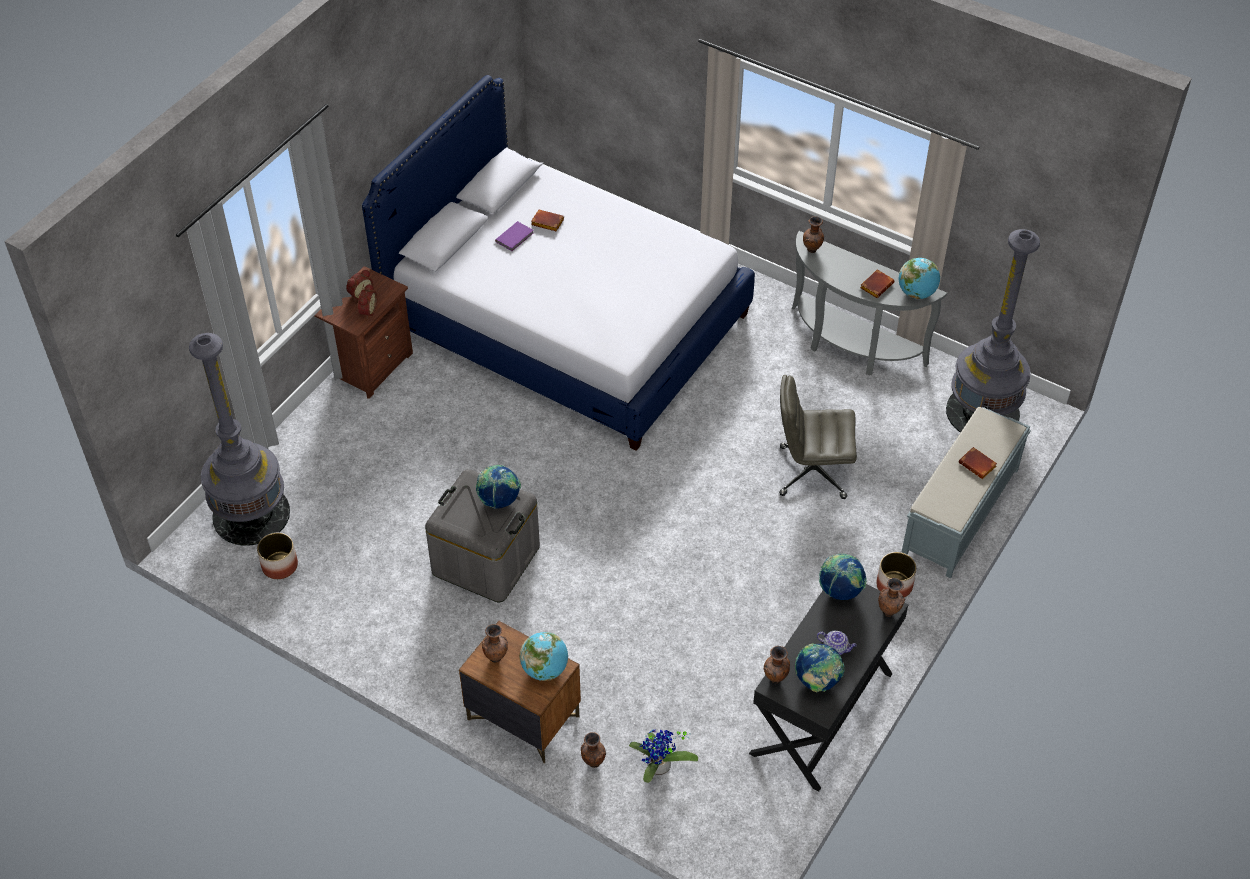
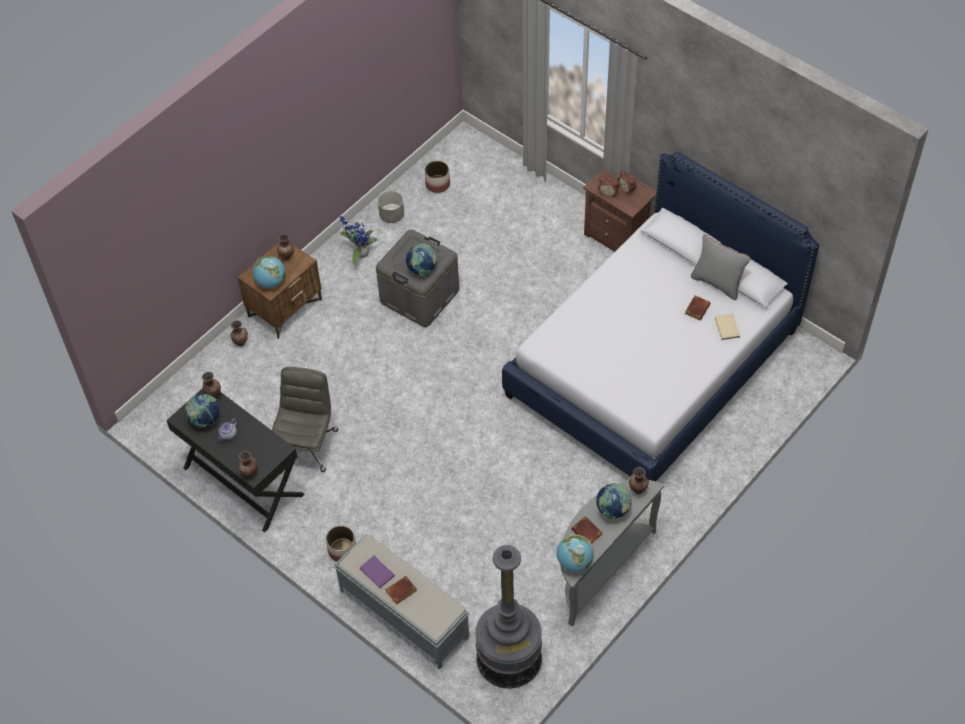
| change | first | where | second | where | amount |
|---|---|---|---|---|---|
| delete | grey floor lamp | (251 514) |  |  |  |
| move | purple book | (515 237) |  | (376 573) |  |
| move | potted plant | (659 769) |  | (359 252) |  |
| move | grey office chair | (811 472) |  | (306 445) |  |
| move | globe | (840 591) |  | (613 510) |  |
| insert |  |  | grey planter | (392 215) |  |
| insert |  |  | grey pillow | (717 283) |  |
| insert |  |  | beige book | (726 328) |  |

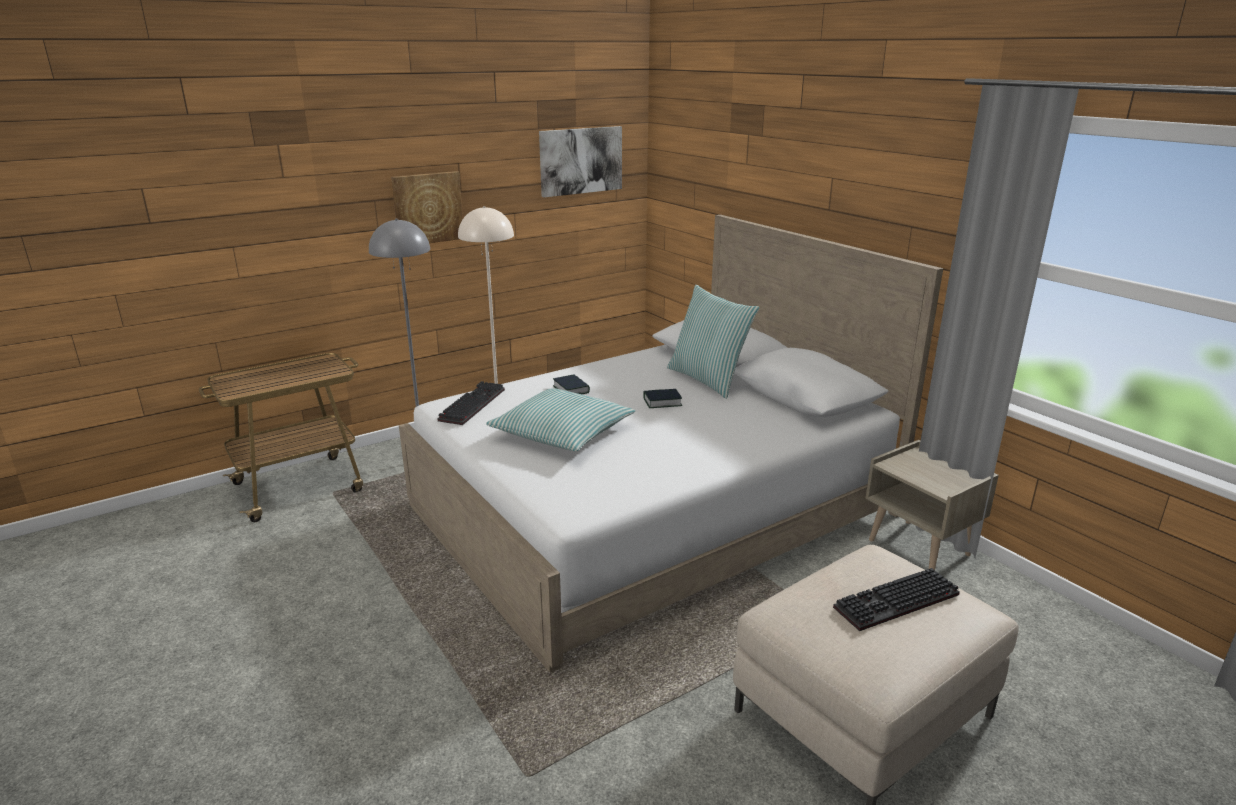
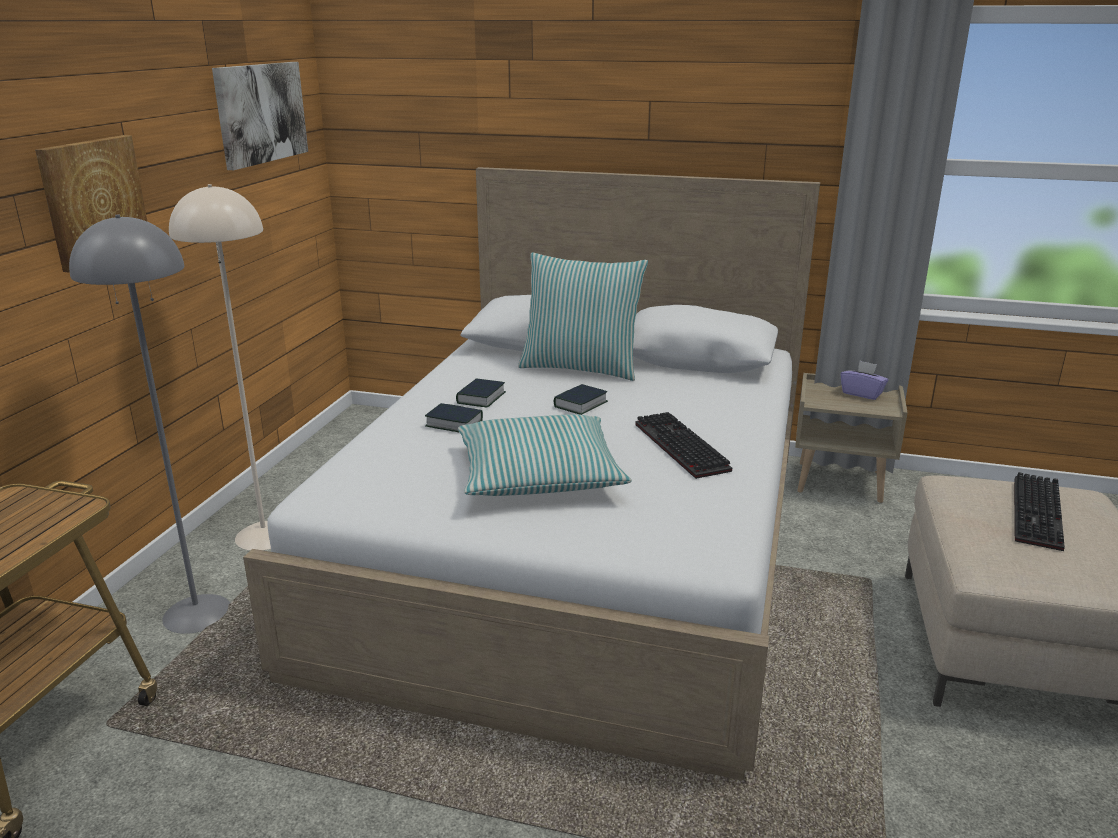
| change | first | where | second | where | amount |
|---|---|---|---|---|---|
| move | keyboard | (471 404) |  | (677 447) |  |
| insert |  |  | book | (481 398) |  |
| insert |  |  | purple tissue box | (862 393) |  |

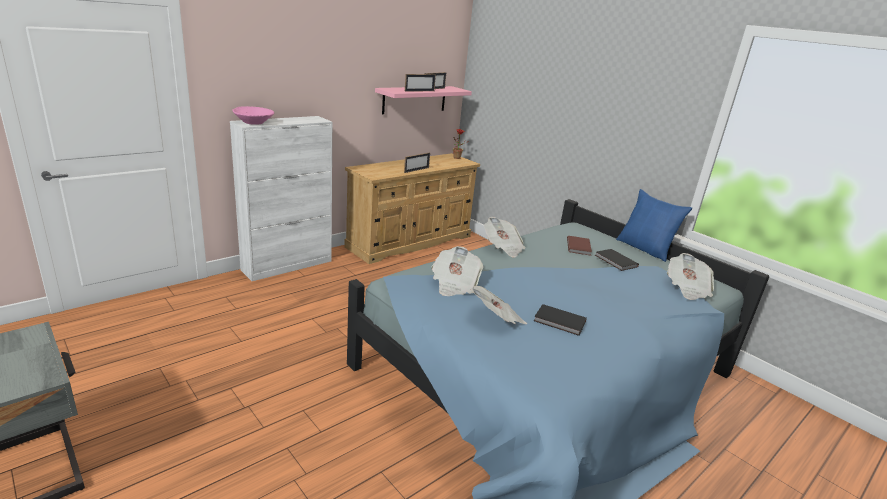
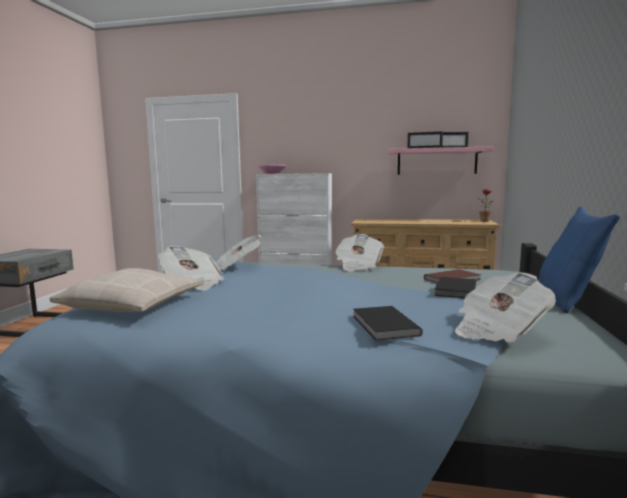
| change | first | where | second | where | amount |
|---|---|---|---|---|---|
| delete | picture frame | (416 170) |  |  |  |
| move | black book | (560 322) |  | (383 326) |  |
| insert |  |  | beige pillow | (134 305) |  |

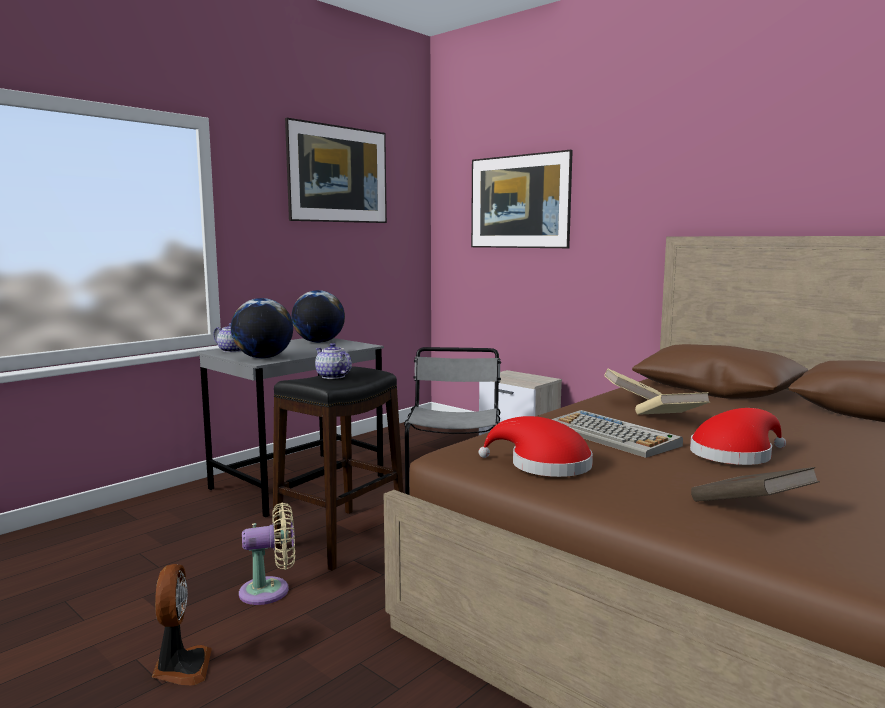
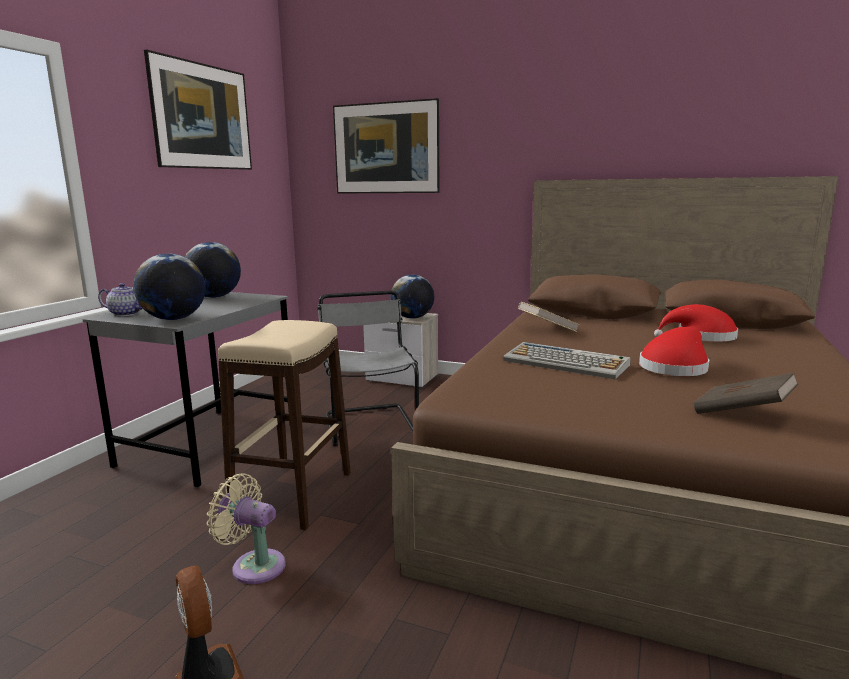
| change | first | where | second | where | amount |
|---|---|---|---|---|---|
| rotate | beige fan | (270 591) |  | (254 565) | 120 degrees counterclockwise |
| recolor | black stool | (341 538) | beige stool | (293 495) |  |
| delete | teapot | (333 376) |  |  |  |
| move | red hat | (543 465) |  | (701 337) |  |
| delete | beige book | (670 420) |  |  |  |
| insert |  |  | globe | (412 318) |  |

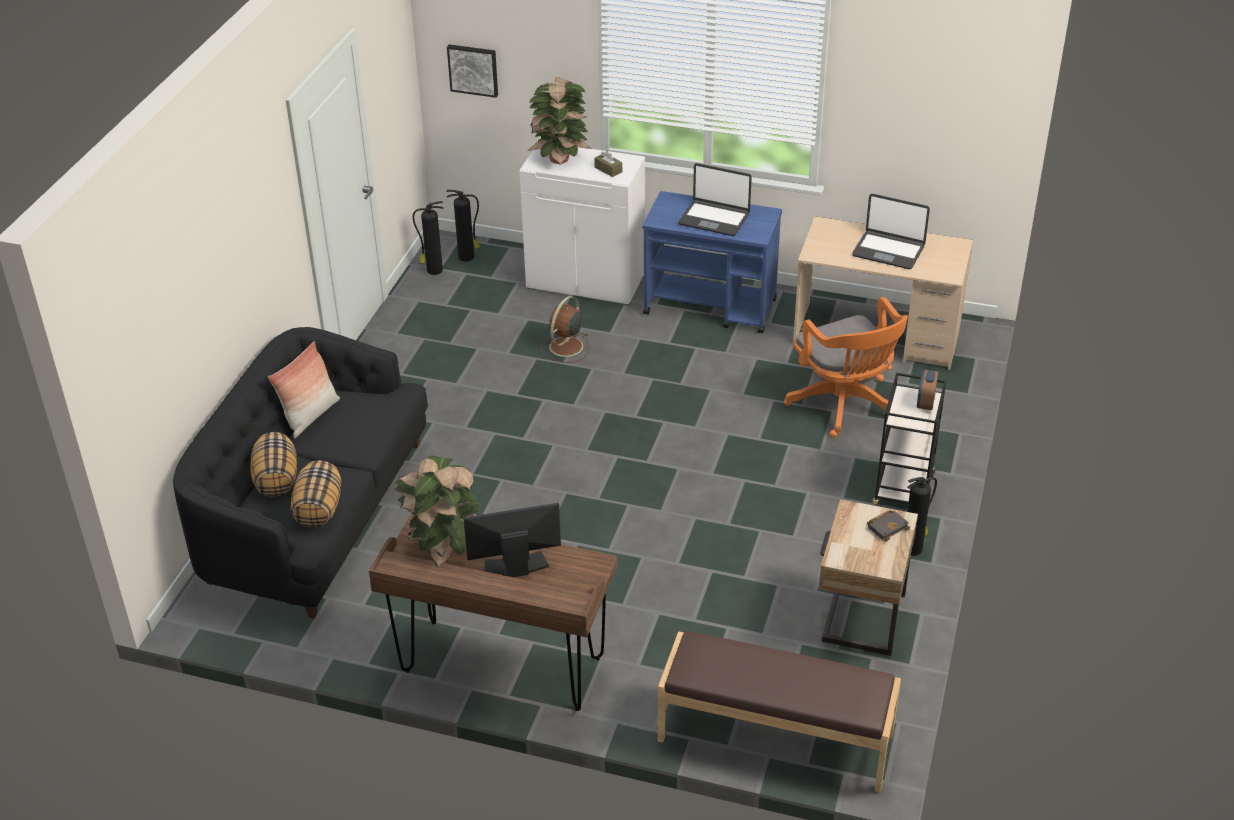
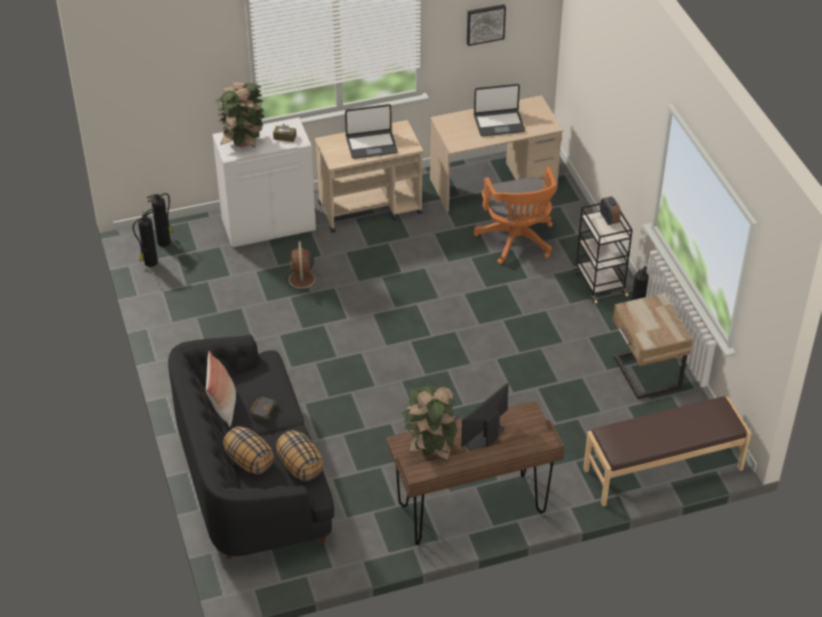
| change | first | where | second | where | amount |
|---|---|---|---|---|---|
| move | picture | (473 69) |  | (485 23) |  |
| recolor | blue cart | (711 307) | beige cart | (371 208) |  |
| rotate | orange office chair | (845 406) |  | (517 242) | 45 degrees clockwise |
| move | black book | (887 526) |  | (262 409) |  |

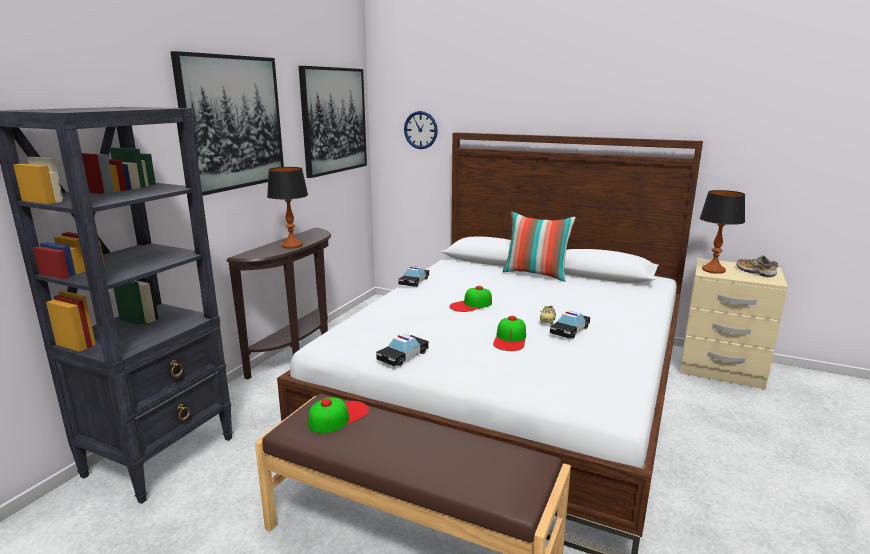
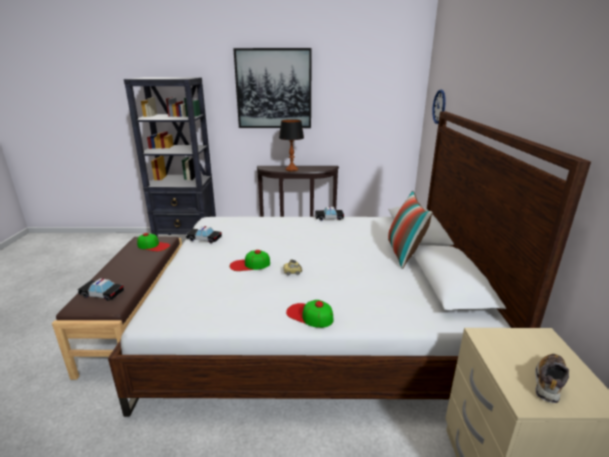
| change | first | where | second | where | amount |
|---|---|---|---|---|---|
| delete | picture | (334 120) |  |  |  |
| move | cap | (471 304) |  | (309 315) |  |
| move | toy car | (569 330) |  | (102 294) |  |
| delete | table lamp | (713 270) |  |  |  |

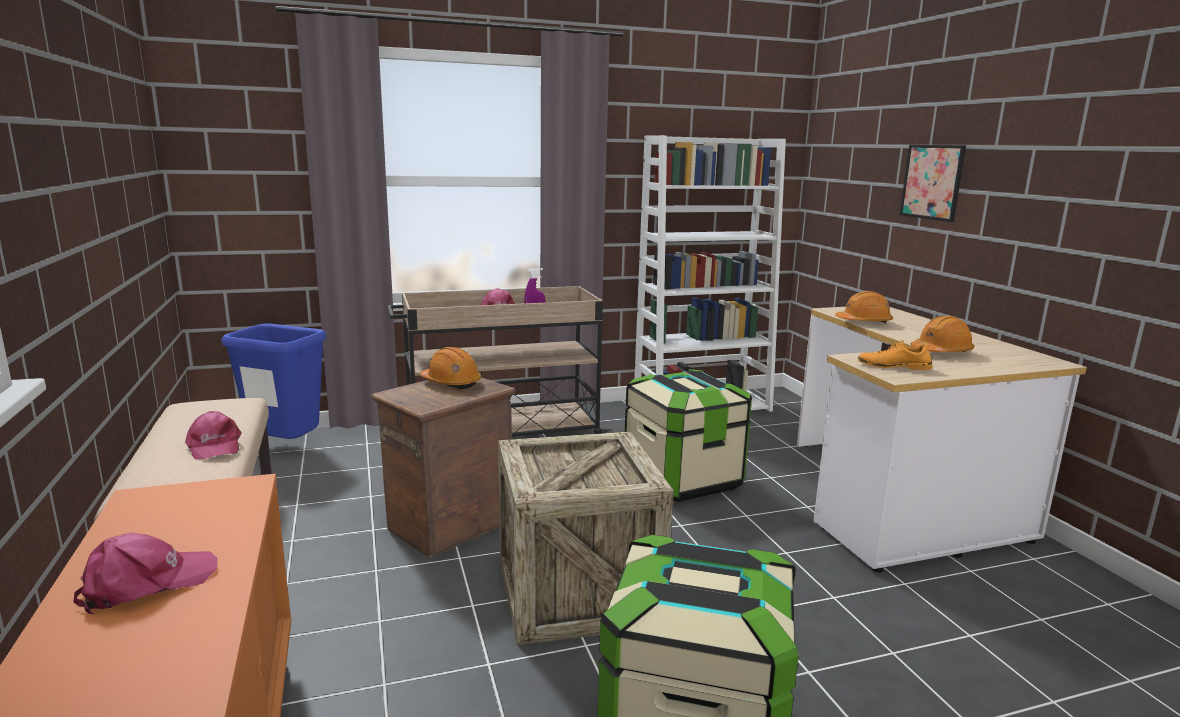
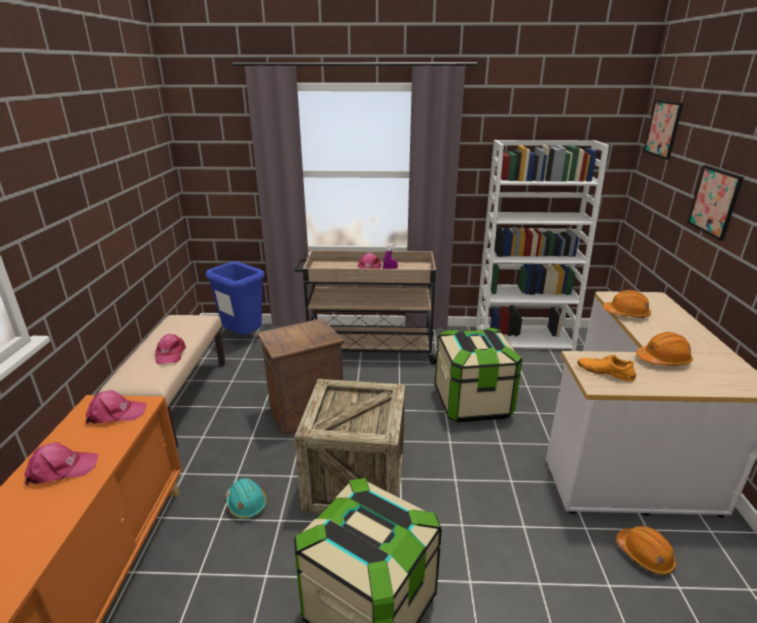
| change | first | where | second | where | amount |
|---|---|---|---|---|---|
| move | orange hard hat | (451 383) |  | (644 555) |  |
| insert |  |  | pink cap | (116 413) |  |
| insert |  |  | turquoise hard hat | (246 504) |  |
| insert |  |  | picture | (663 129) |  |

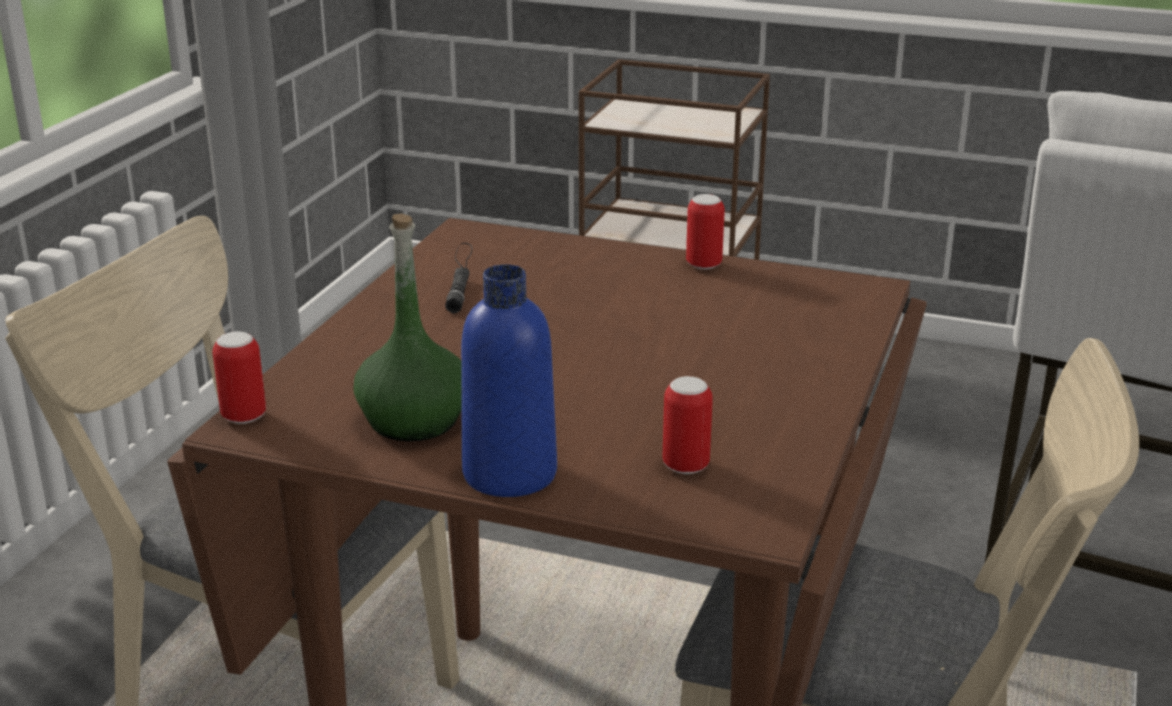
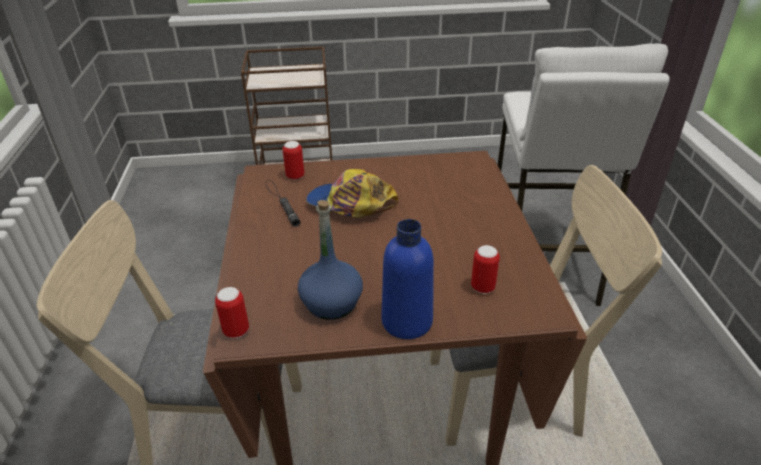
| change | first | where | second | where | amount |
|---|---|---|---|---|---|
| recolor | green bottle | (414 421) | blue bottle | (332 303) |  |
| move | can | (703 265) |  | (295 176) |  |
| insert |  |  | cap | (350 204) |  |

